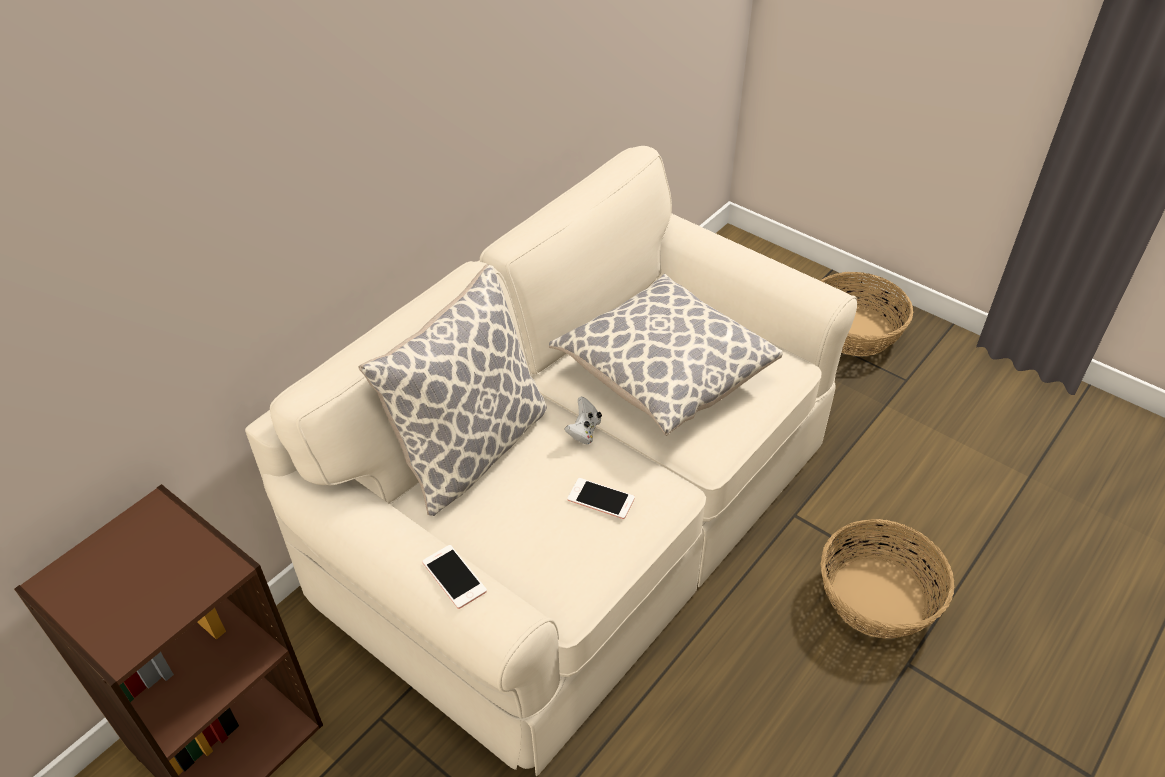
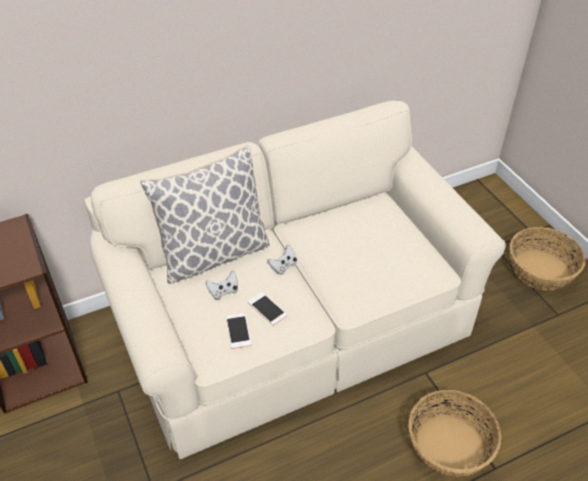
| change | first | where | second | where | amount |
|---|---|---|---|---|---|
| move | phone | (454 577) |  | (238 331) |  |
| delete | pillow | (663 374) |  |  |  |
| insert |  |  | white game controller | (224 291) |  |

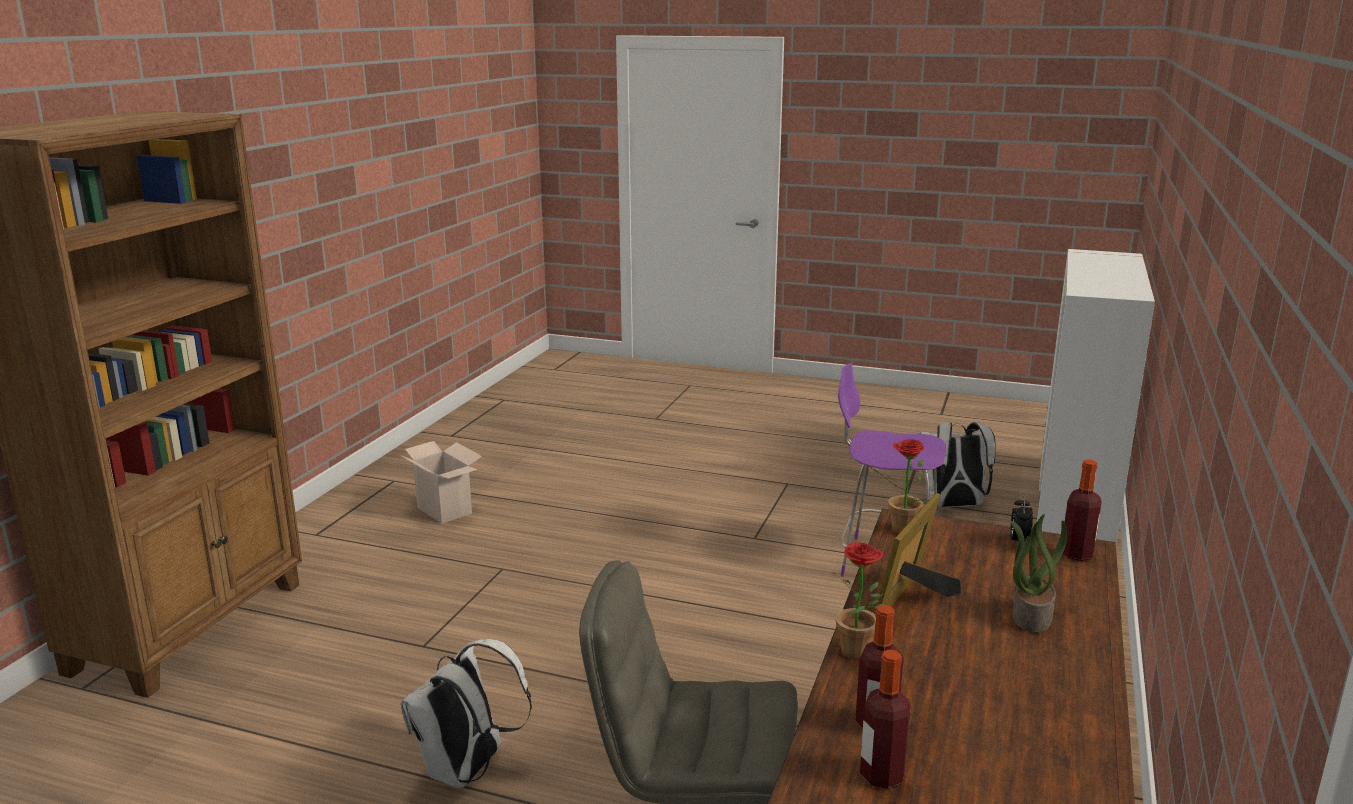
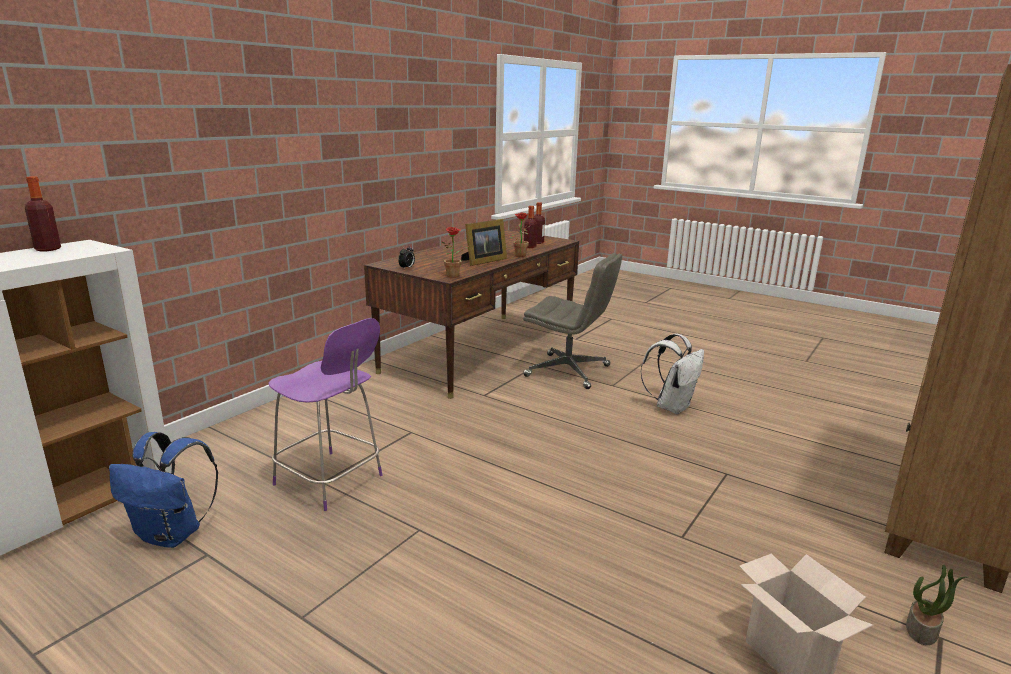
| change | first | where | second | where | amount |
|---|---|---|---|---|---|
| recolor | white backpack | (953 505) | blue backpack | (172 534) |  |
| move | potted plant | (1030 616) |  | (922 630) |  |
| move | bottle | (1076 554) |  | (48 249) |  |

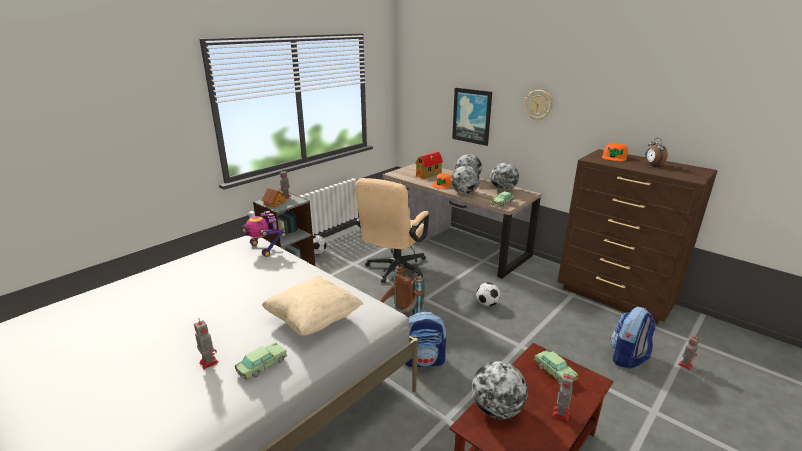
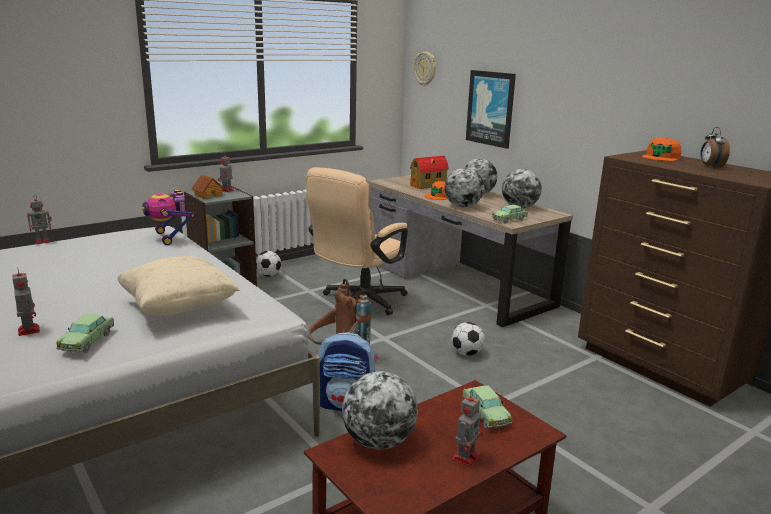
| change | first | where | second | where | amount |
|---|---|---|---|---|---|
| rotate | toy car | (262 366) |  | (87 341) | 135 degrees clockwise |
| move | wall clock | (538 105) |  | (425 68) |  |
| delete | backpack | (627 357) |  |  |  |
| move | toy robot | (685 365) |  | (43 241) |  |

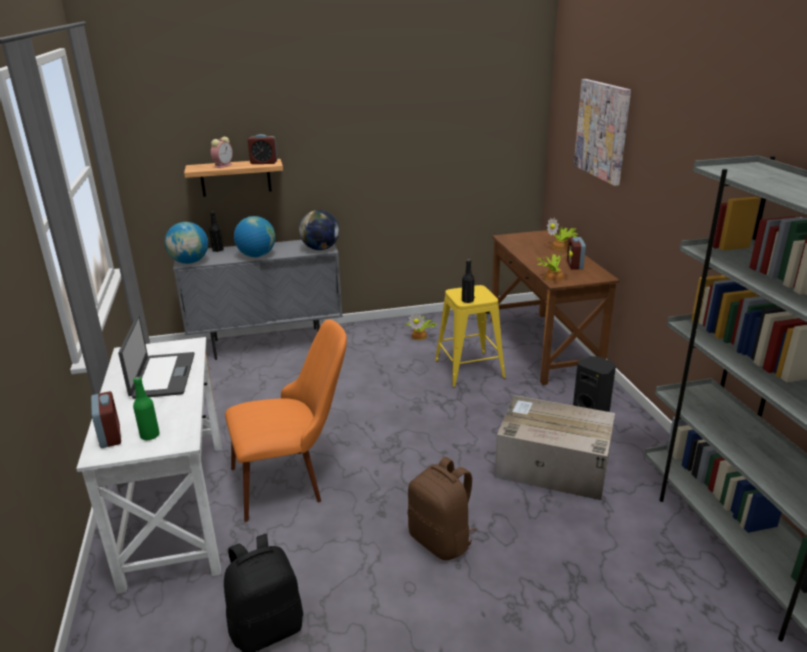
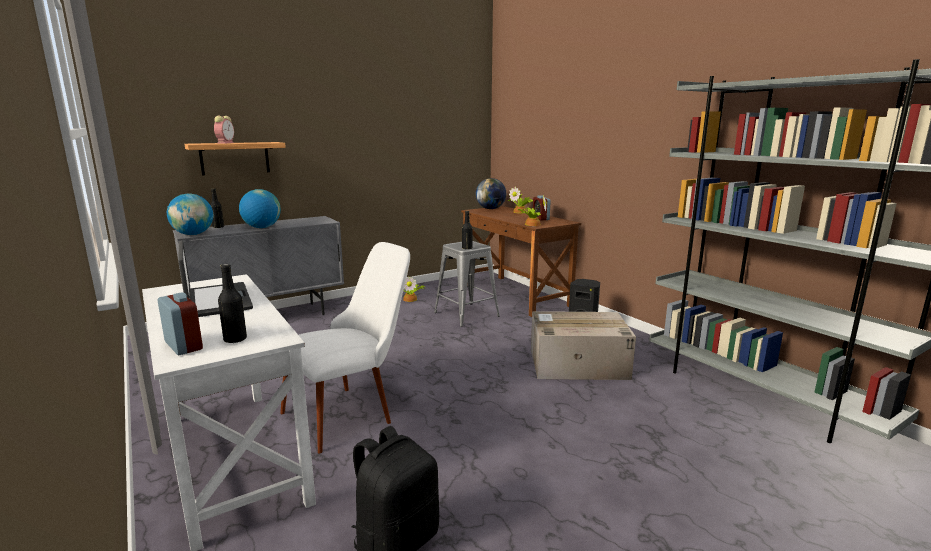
| change | first | where | second | where | amount |
|---|---|---|---|---|---|
| recolor | green bottle | (150 435) | black bottle | (235 339) |  |
| recolor | orange chair | (293 479) | white chair | (352 411) |  |
| delete | alarm clock | (264 163) |  |  |  |
| move | globe | (320 249) |  | (490 209) |  |
| delete | brown backpack | (441 540) |  |  |  |
| recolor | yellow stool | (469 369) | grey stool | (467 314) |  |
| delete | picture | (602 130) |  |  |  |

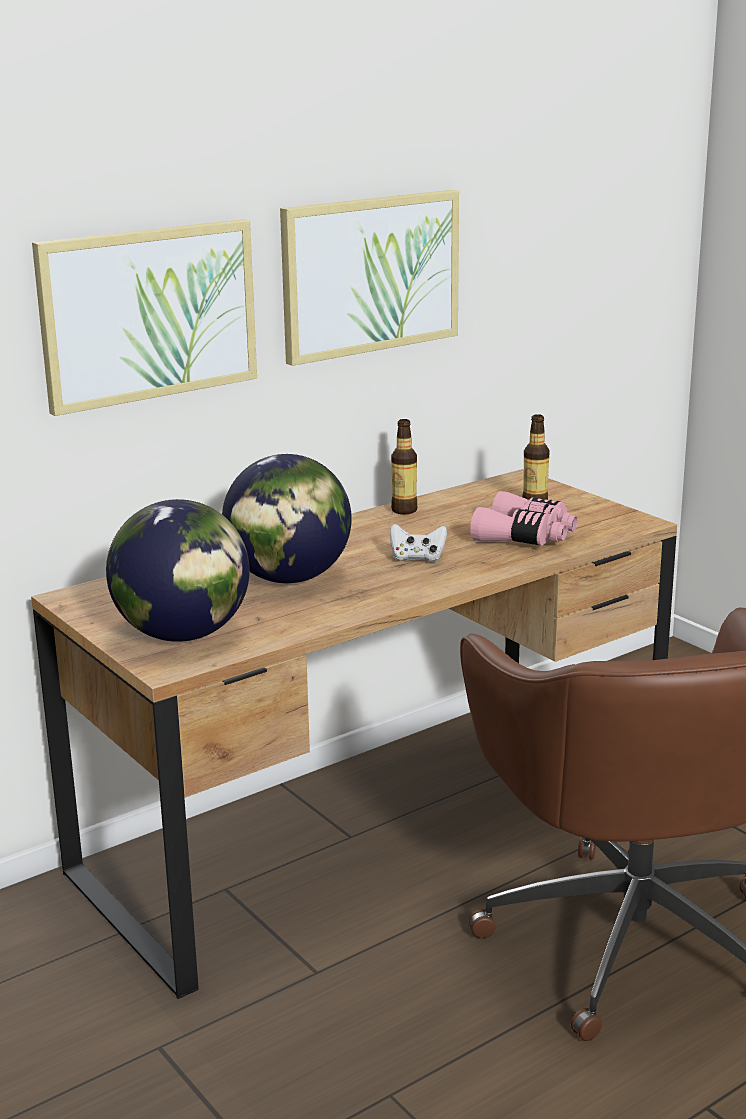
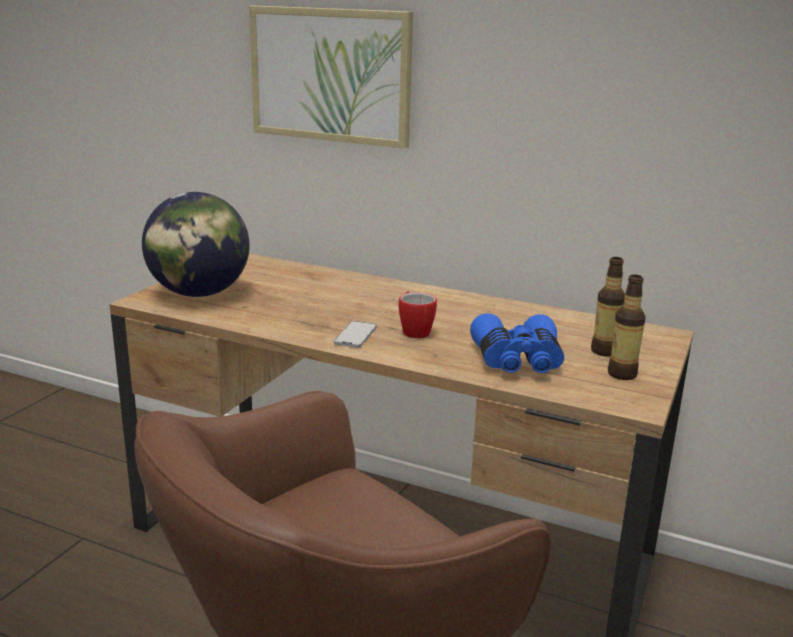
| change | first | where | second | where | amount |
|---|---|---|---|---|---|
| delete | globe | (289 578) |  |  |  |
| delete | picture | (370 274) |  |  |  |
| replace | white game controller | (417 558) | mug | (414 331) |  |
| move | bottle | (404 510) |  | (622 374) |  |
| recolor | pink binoculars | (526 537) | blue binoculars | (517 361) |  |
| insert |  |  | phone | (355 335) |  |

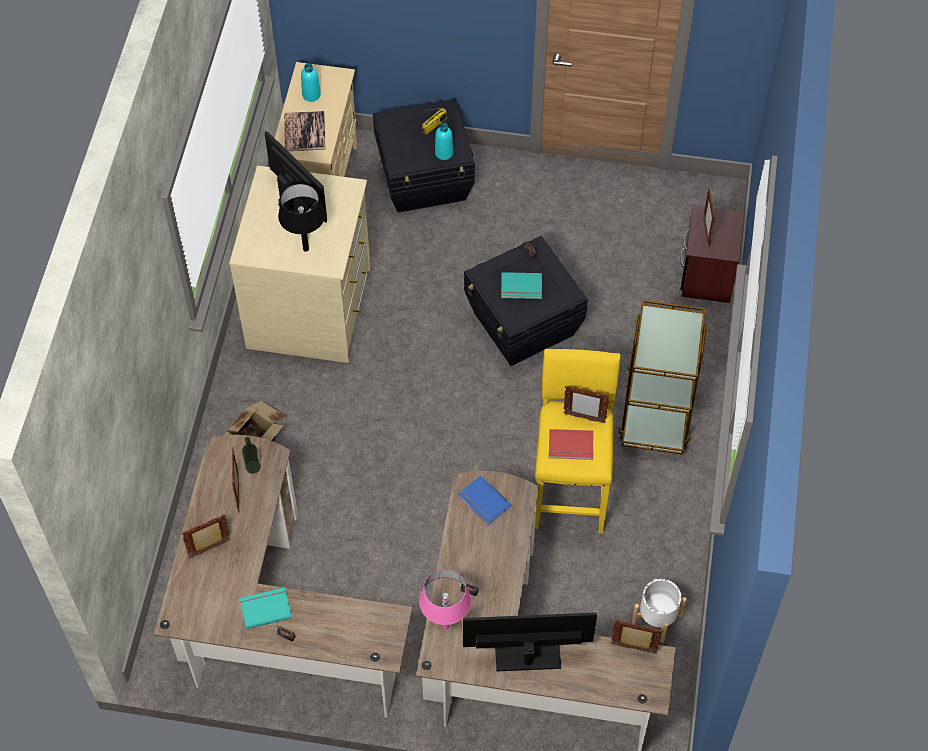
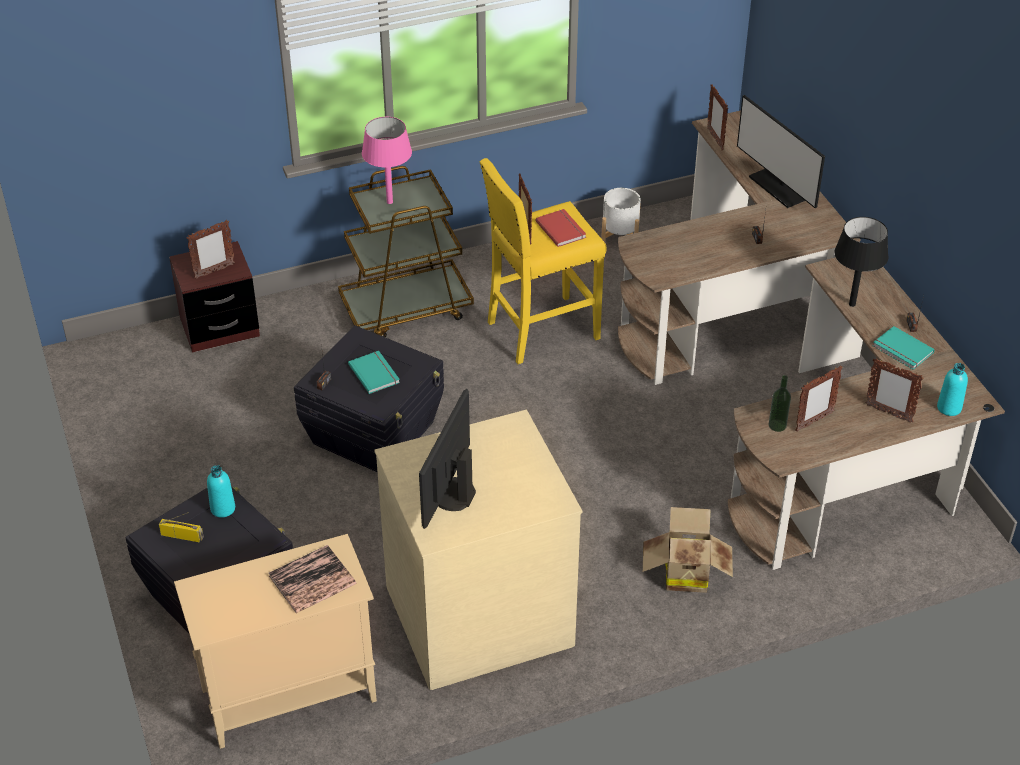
| change | first | where | second | where | amount |
|---|---|---|---|---|---|
| move | black table lamp | (305 249) |  | (852 304) |  |
| move | turquoise bottle | (311 95) |  | (949 408) |  |
| move | pink table lamp | (445 627) |  | (389 202) |  |
| delete | blue book | (483 502) |  |  |  |

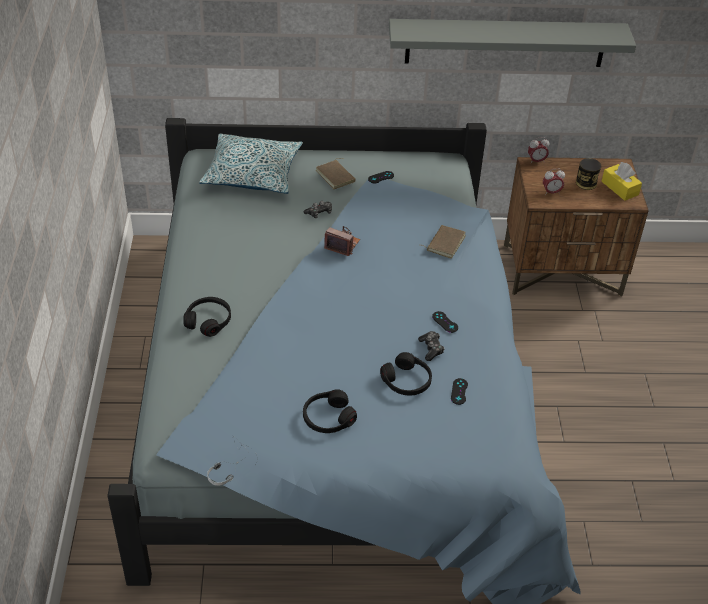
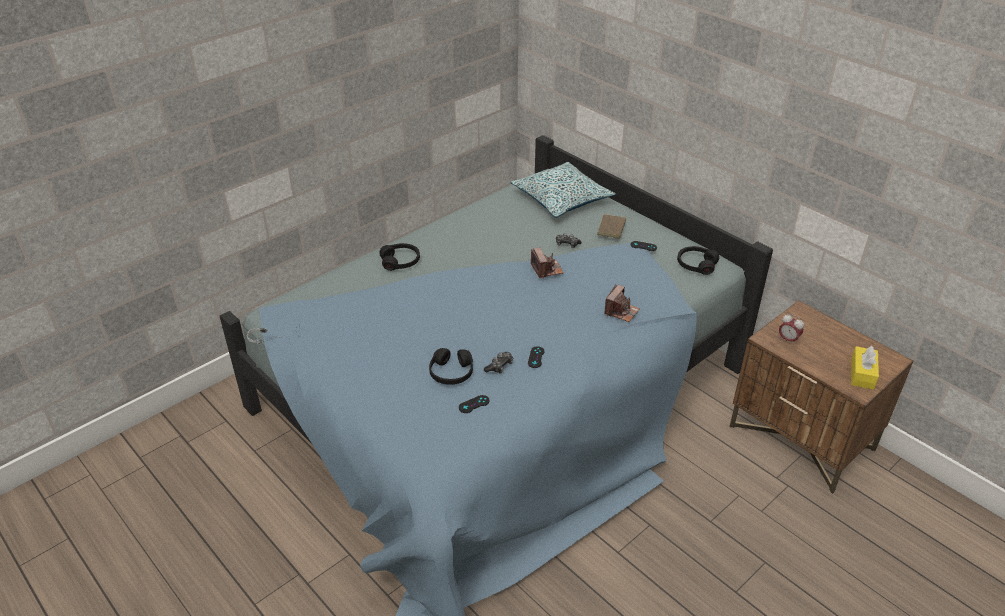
| change | first | where | second | where | amount |
|---|---|---|---|---|---|
| move | black headphones | (328 418) |  | (696 265) |  |
| delete | grey shelf | (505 42) |  |  |  |
| replace | brown book | (444 243) | photo camera | (621 311) |  |
| delete | alarm clock | (536 161) |  |  |  |
| delete | can | (586 183) |  |  |  |

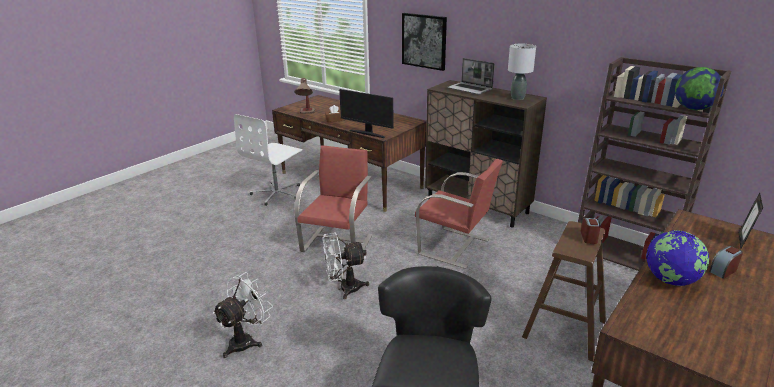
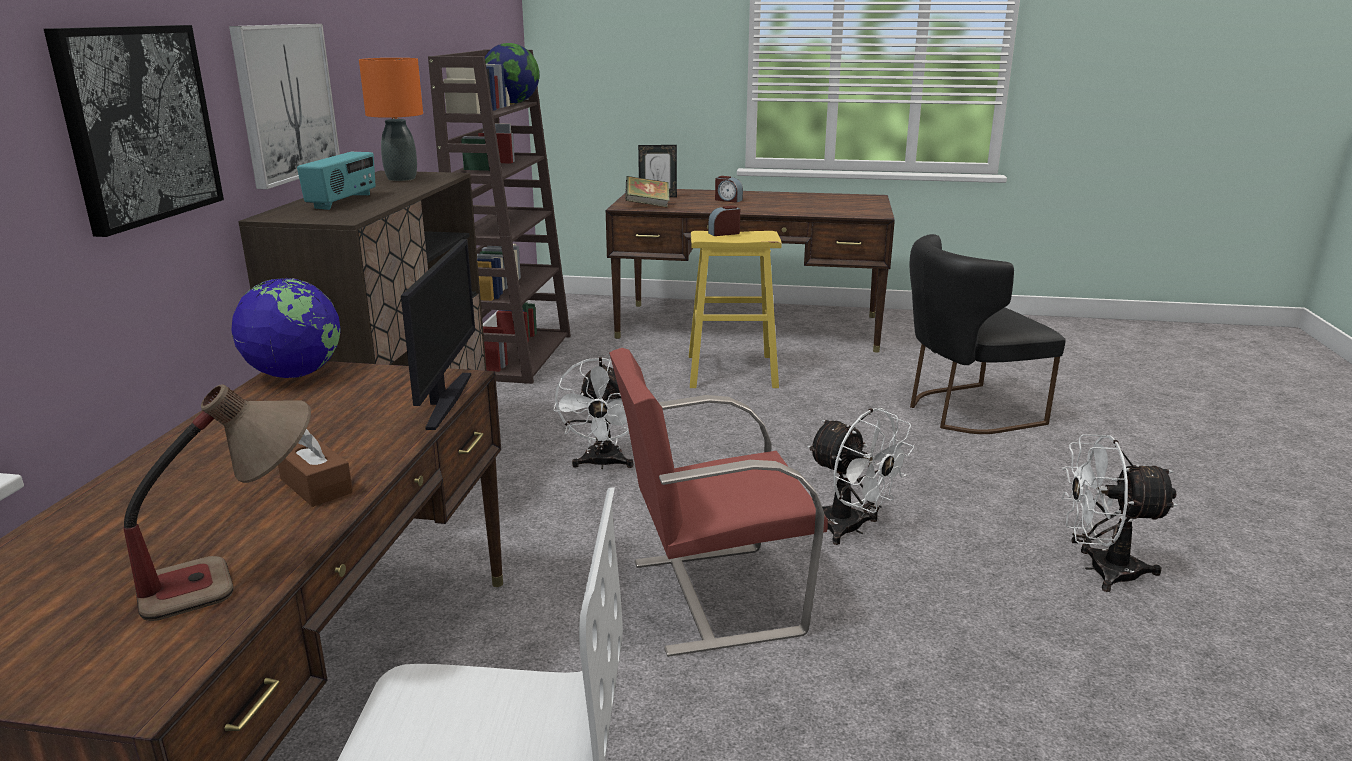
| change | first | where | second | where | amount |
|---|---|---|---|---|---|
| replace | red chair | (455 247) | white fan | (603 464) |  |
| replace | laptop | (470 89) | radio | (343 201) |  |
| recolor | grey table lamp | (517 98) | orange table lamp | (402 178) |  |
| recolor | brown stool | (564 328) | yellow stool | (731 371) |  |
| move | globe | (671 280) |  | (295 374) |  |
| insert |  |  | picture | (285 102) |  |
| insert |  |  | book | (647 206) |  |

